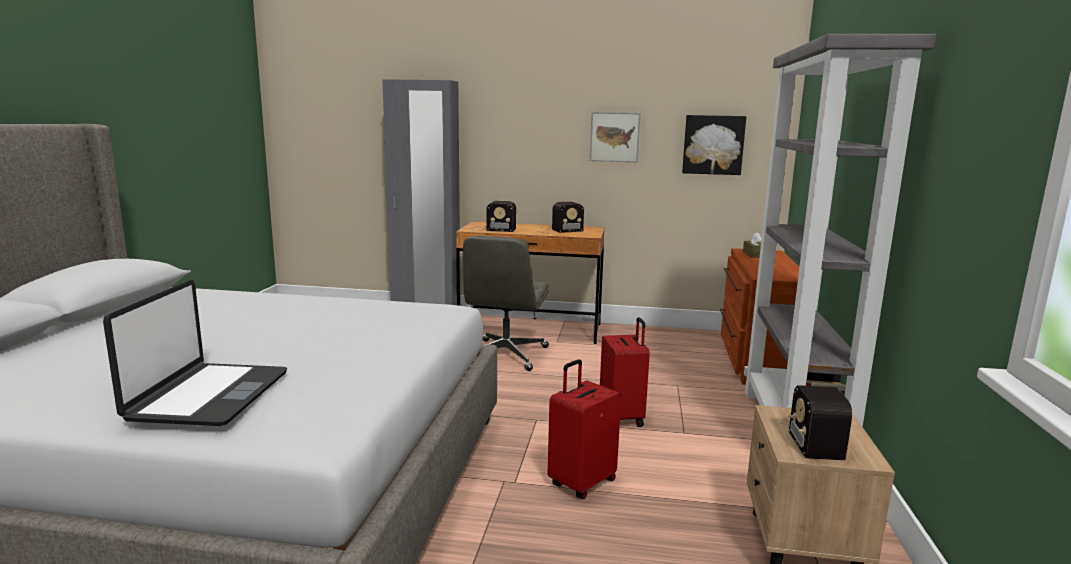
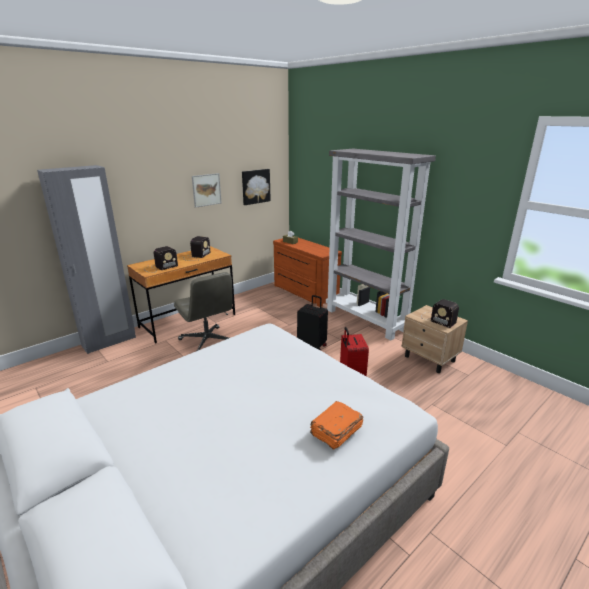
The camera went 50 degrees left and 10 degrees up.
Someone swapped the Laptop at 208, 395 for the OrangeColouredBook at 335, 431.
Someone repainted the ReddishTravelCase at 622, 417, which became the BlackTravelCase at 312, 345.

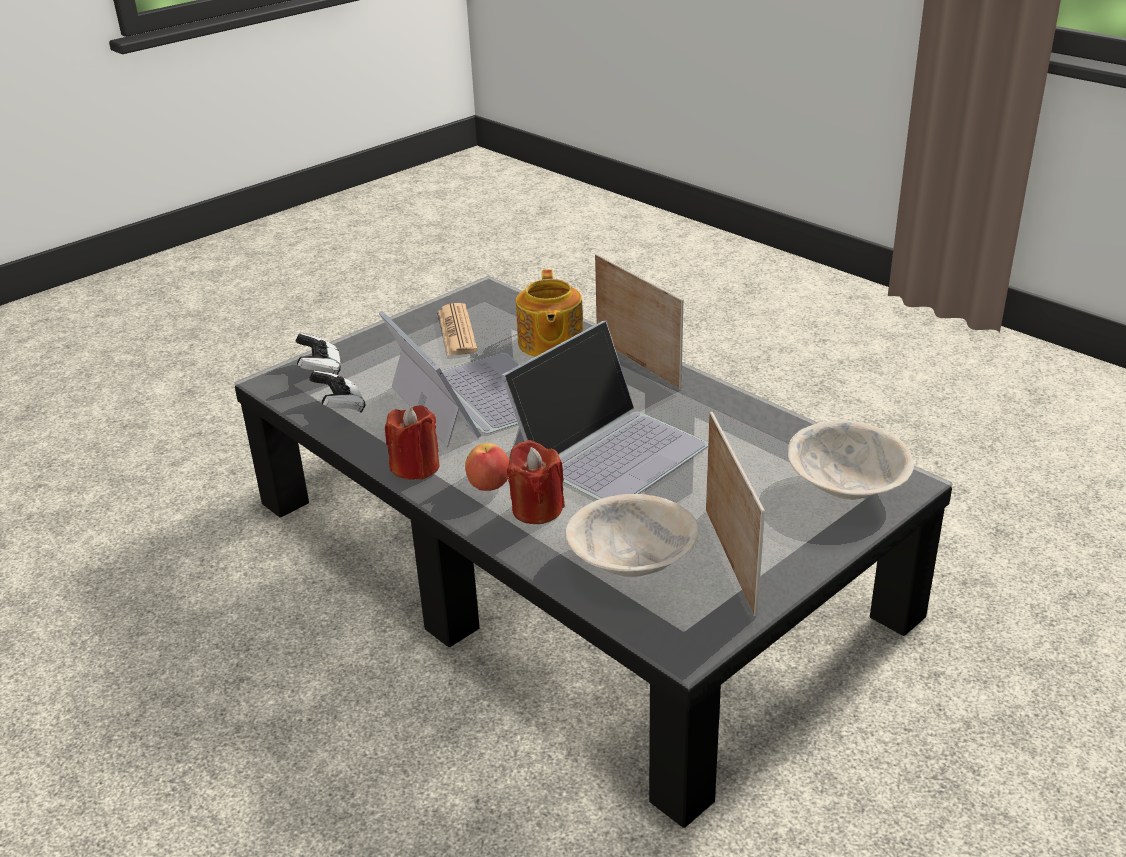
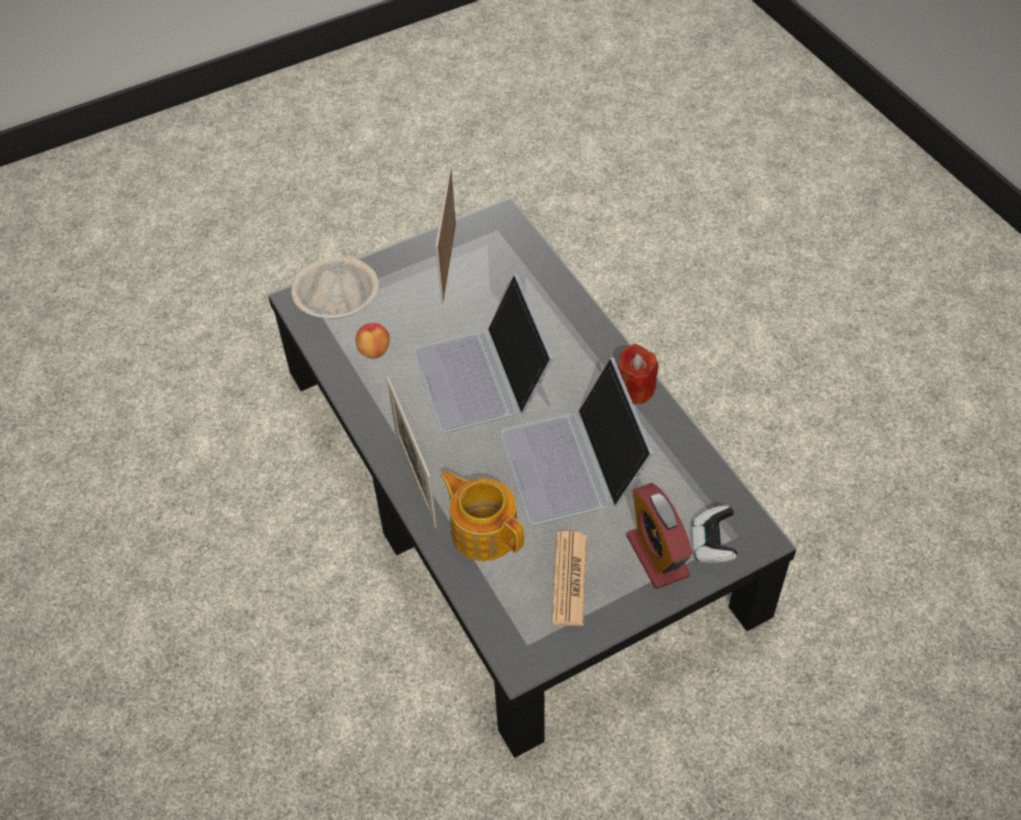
The camera went 165 degrees left and 20 degrees up.
Someone rotated the TeaPot at 549, 343 by 60 degrees counterclockwise.
Someone rotated the Laptop at 608, 447 by 75 degrees counterclockwise.
Someone took away the GameController at 340, 407.
Someone took away the ReddishWaxCandle at 537, 509.
Someone carried the WholeApple from 489, 485 to 374, 351.
Someone took away the BeigeColouredBowl at 631, 562.
Someone put down the TableClock at 657, 556.

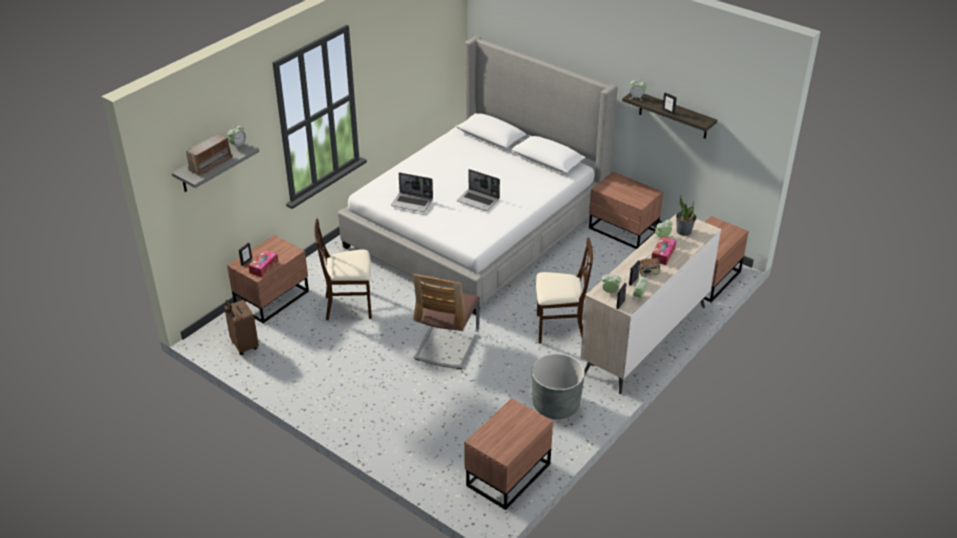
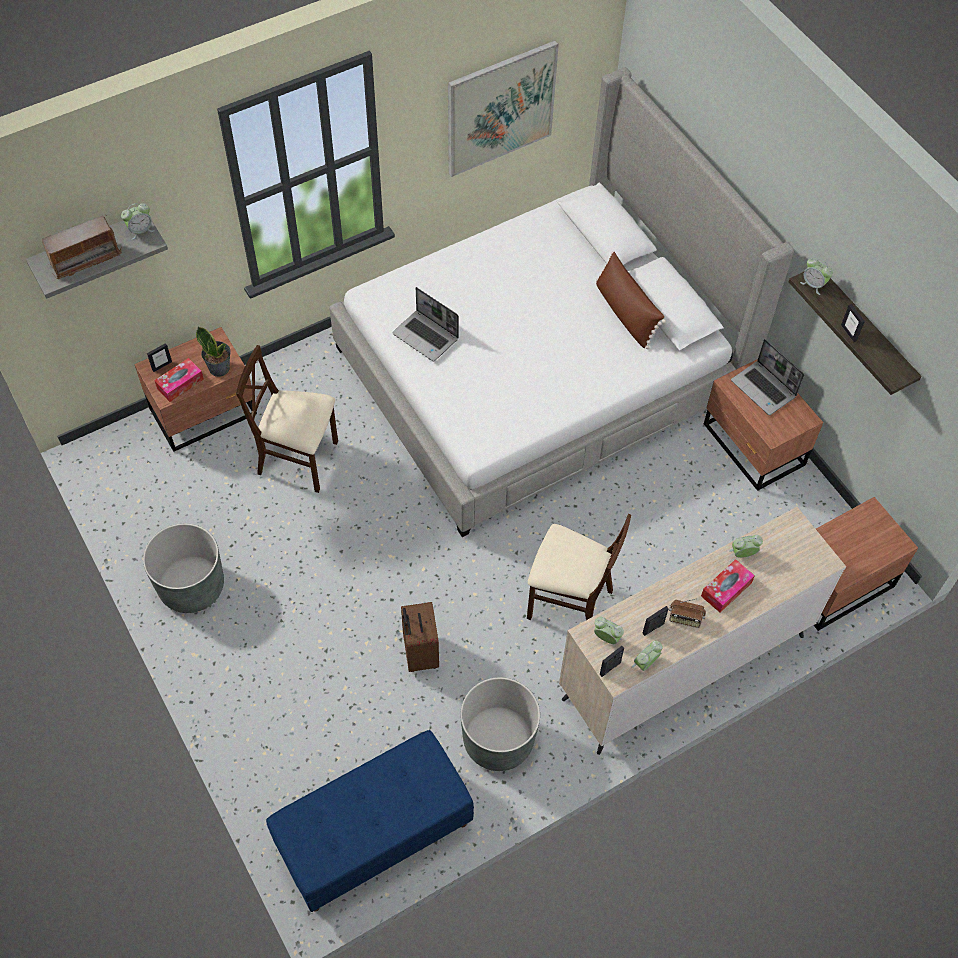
The camera went 20 degrees right and 20 degrees up.
Someone carried the Laptop from 478, 201 to 764, 389.
Someone carried the PottedPlant from 683, 231 to 219, 368.
Someone took away the UprightChair at 446, 345.
Someone carried the BrownColouredTravelCase from 243, 346 to 419, 653.
Someone swapped the BrownColouredBedsideTable at 506, 475 for the BluishBench at 374, 836.
Someone put up the Picture at 500, 108.
Someone put down the BrownColouredPillow at 625, 313.
Someone put down the GrayPlantPot at 192, 586.

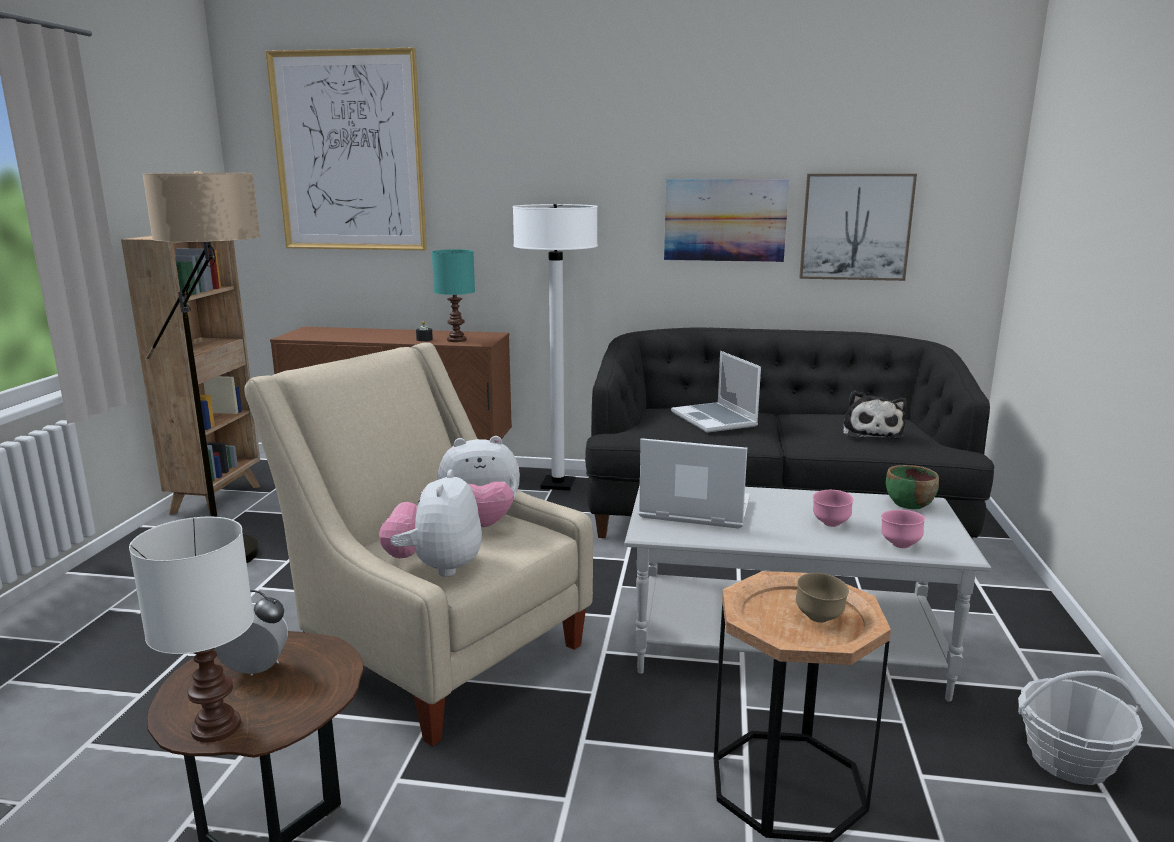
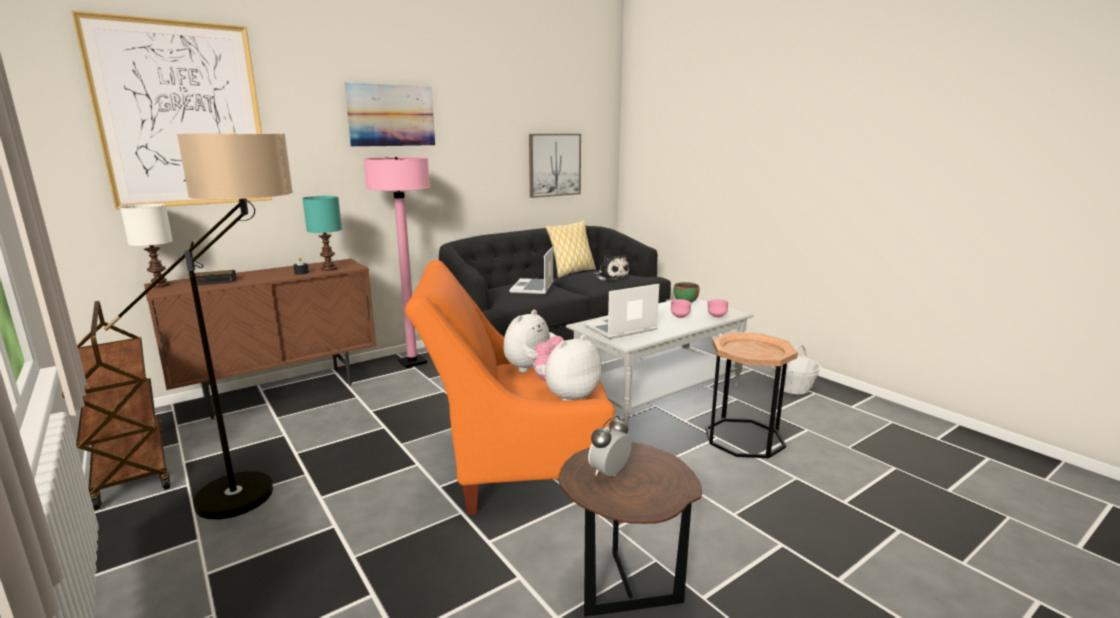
The camera went 45 degrees left and 0 degrees up.
Someone carried the Picture from 725, 220 to 391, 115.
Someone repainted the WhiteColouredFloorLamp at 558, 484, which became the PinkFloorLamp at 412, 362.
Someone swapped the BrownColouredShelvingUnit at 218, 498 for the BrownColouredTrolley at 130, 466.
Someone repainted the BeigeColouredArmchair at 436, 650, which became the OrangeColouredArmchair at 516, 468.
Someone rotated the Laptop at 715, 420 by 75 degrees clockwise.
Someone rotated the PlushToy at 436, 567 by 90 degrees clockwise.
Someone carried the WhiteColouredLampForATable from 214, 727 to 159, 285.
Someone took away the BrownColouredBowl at 819, 619.
Someone put down the Pillow at 572, 273.
Someone put down the TableClock at 215, 281.

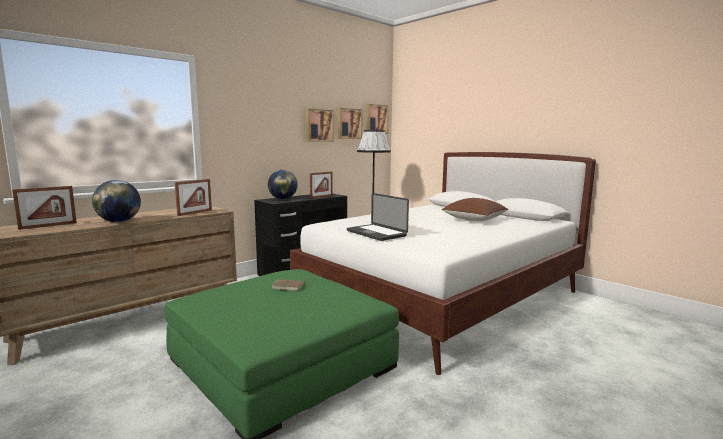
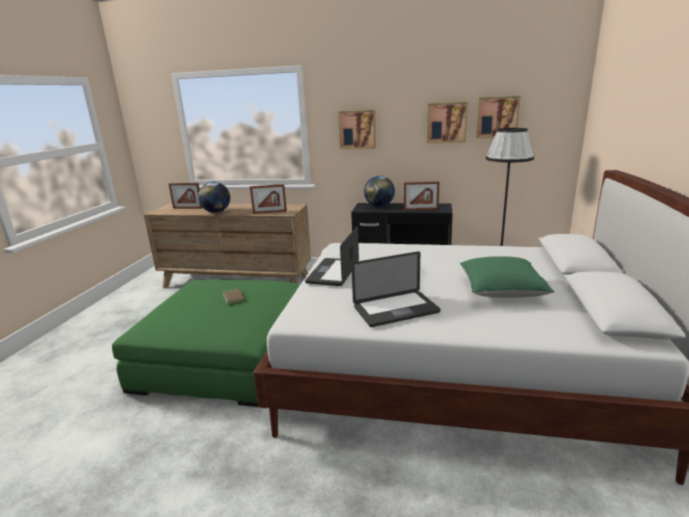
The camera went 55 degrees right and 10 degrees up.
Someone carried the Picture from 376, 119 to 357, 129.
Someone repainted the BrownColouredPillow at 474, 220, which became the GreenPillow at 501, 291.
Someone put down the Laptop at 396, 310.

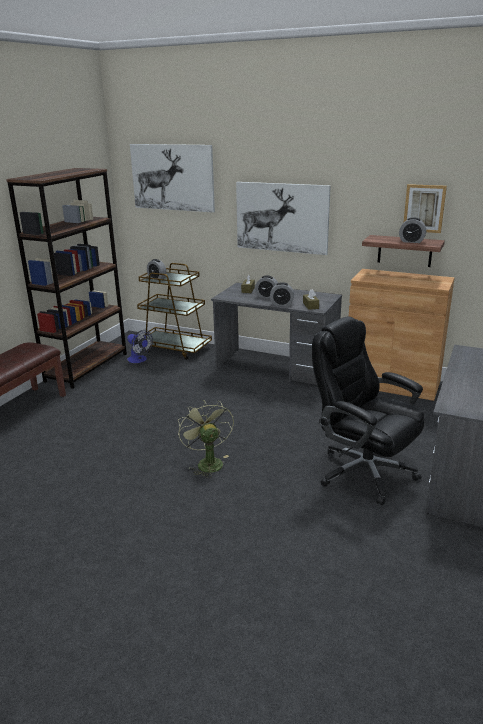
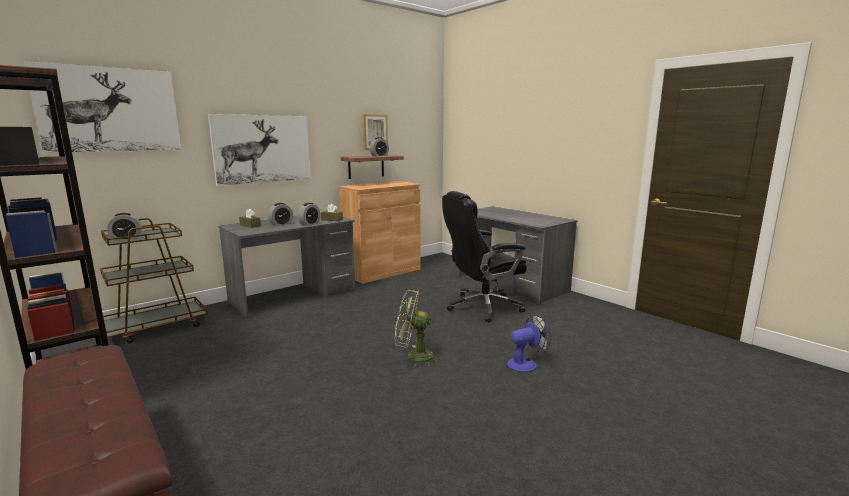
The camera went 65 degrees left and 10 degrees down.
Someone carried the ElectricFan from 139, 360 to 526, 363.

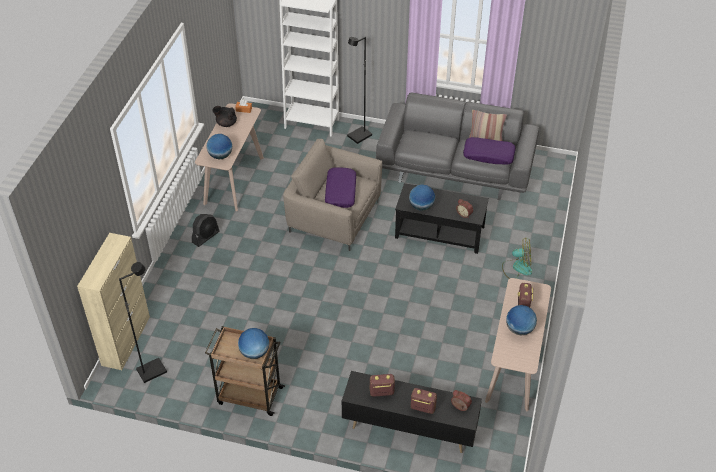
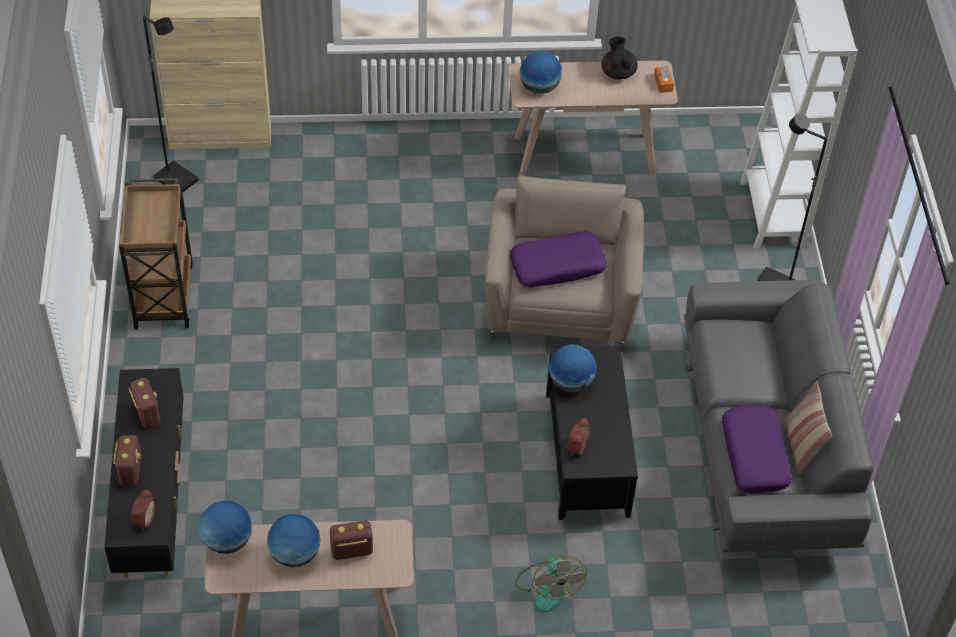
The camera went 70 degrees right and 5 degrees up.
Someone took away the BlackElectricFan at 205, 237.
Someone carried the Globe from 254, 353 to 227, 541.

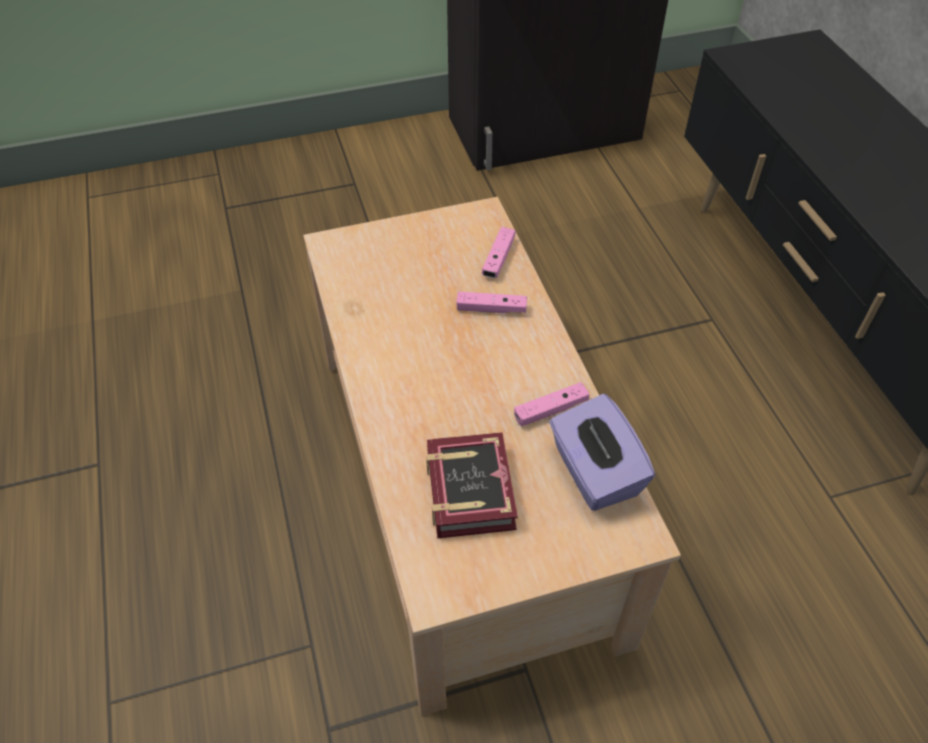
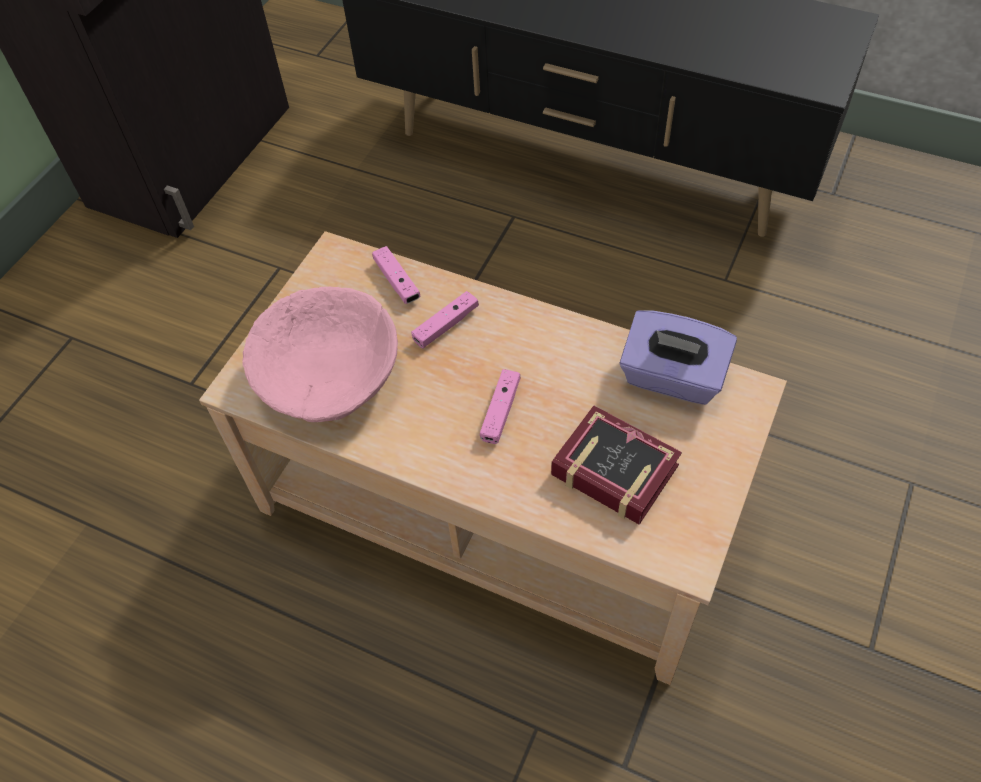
The camera went 45 degrees left and 5 degrees up.
Someone carried the PinkGameController from 550, 410 to 500, 411.
Someone put down the PinkBowl at 328, 373.

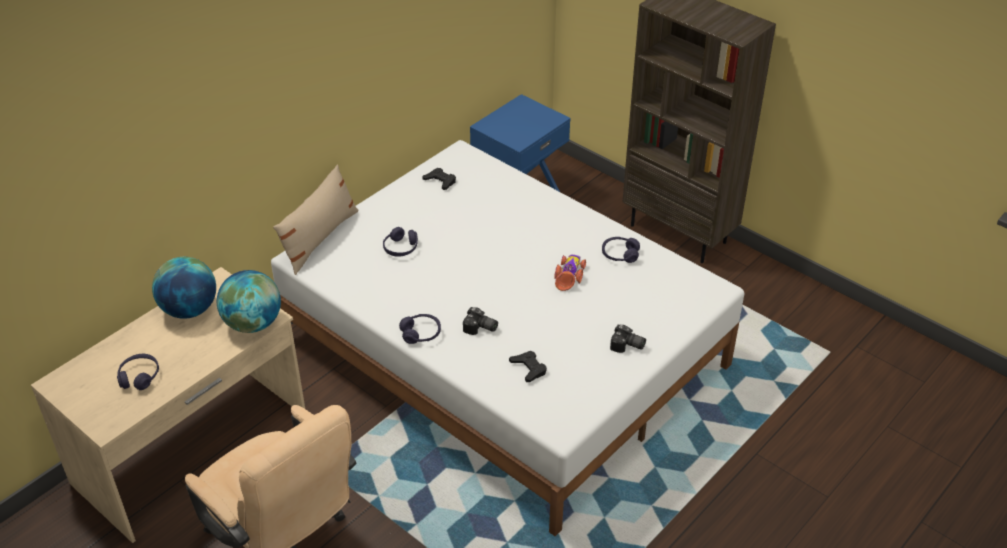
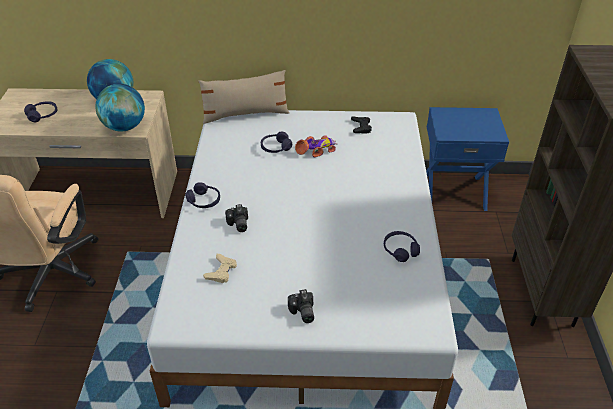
The camera went 50 degrees right and 0 degrees up.
Someone carried the ToyCar from 569, 275 to 316, 150.
Someone repainted the BlackGameController at 529, 368, which became the BeigeColouredGameController at 221, 271.

